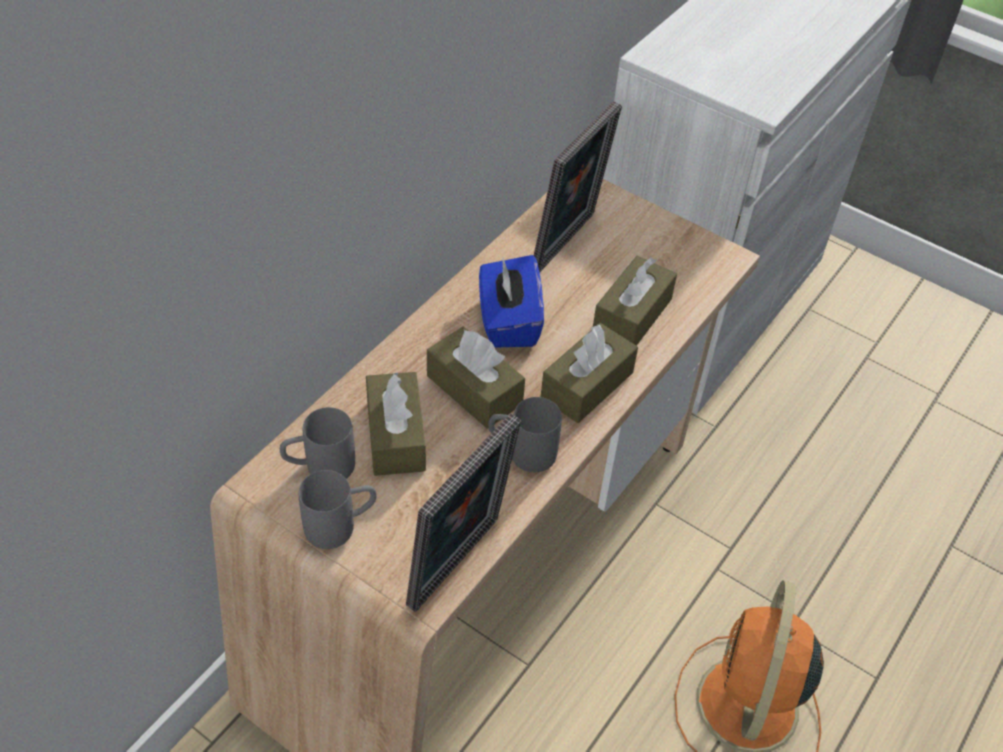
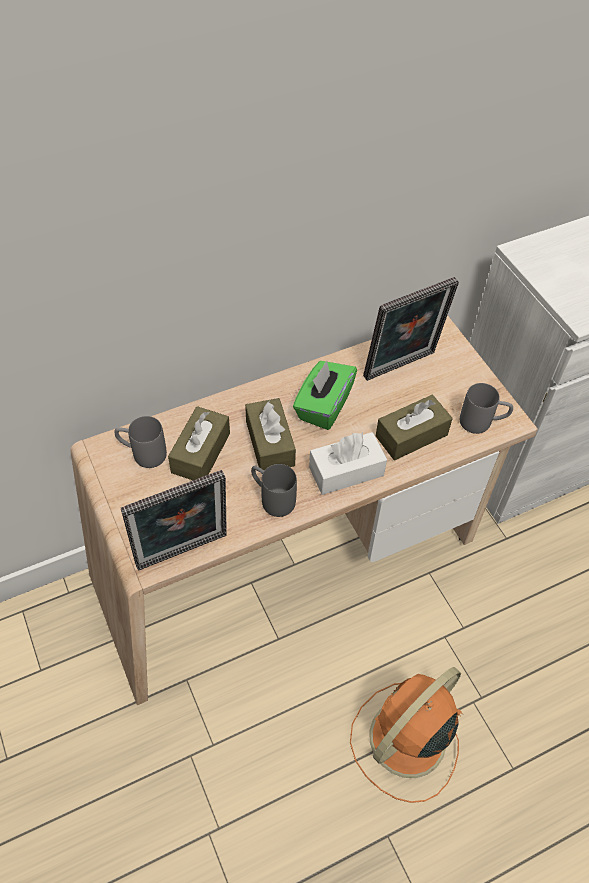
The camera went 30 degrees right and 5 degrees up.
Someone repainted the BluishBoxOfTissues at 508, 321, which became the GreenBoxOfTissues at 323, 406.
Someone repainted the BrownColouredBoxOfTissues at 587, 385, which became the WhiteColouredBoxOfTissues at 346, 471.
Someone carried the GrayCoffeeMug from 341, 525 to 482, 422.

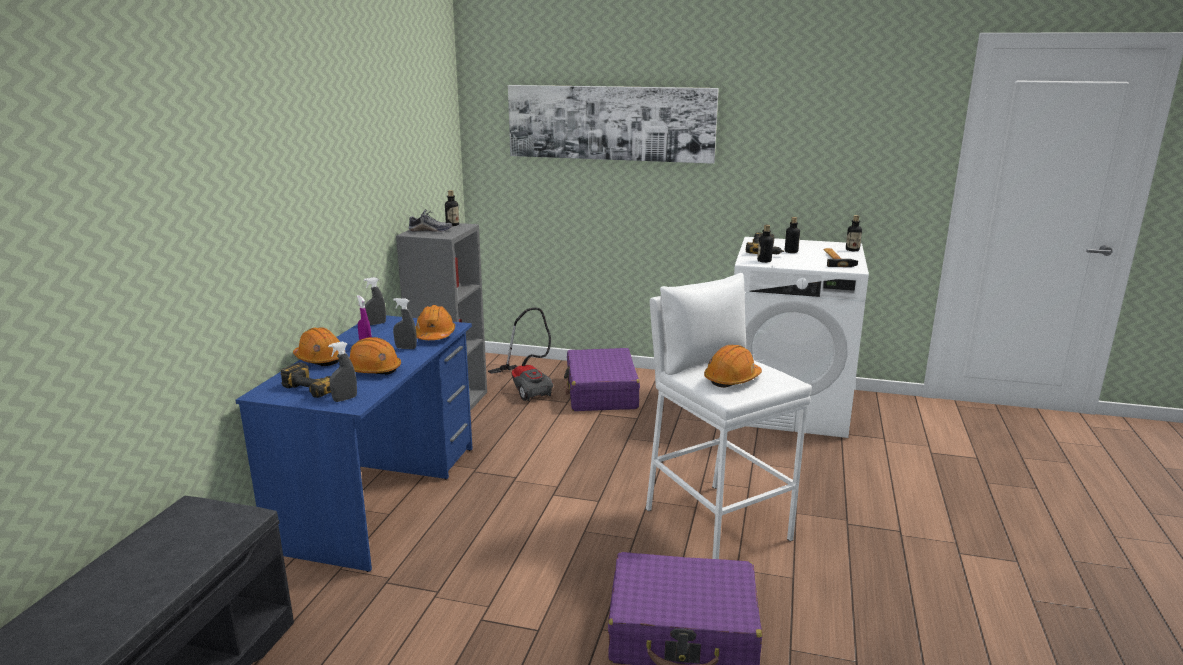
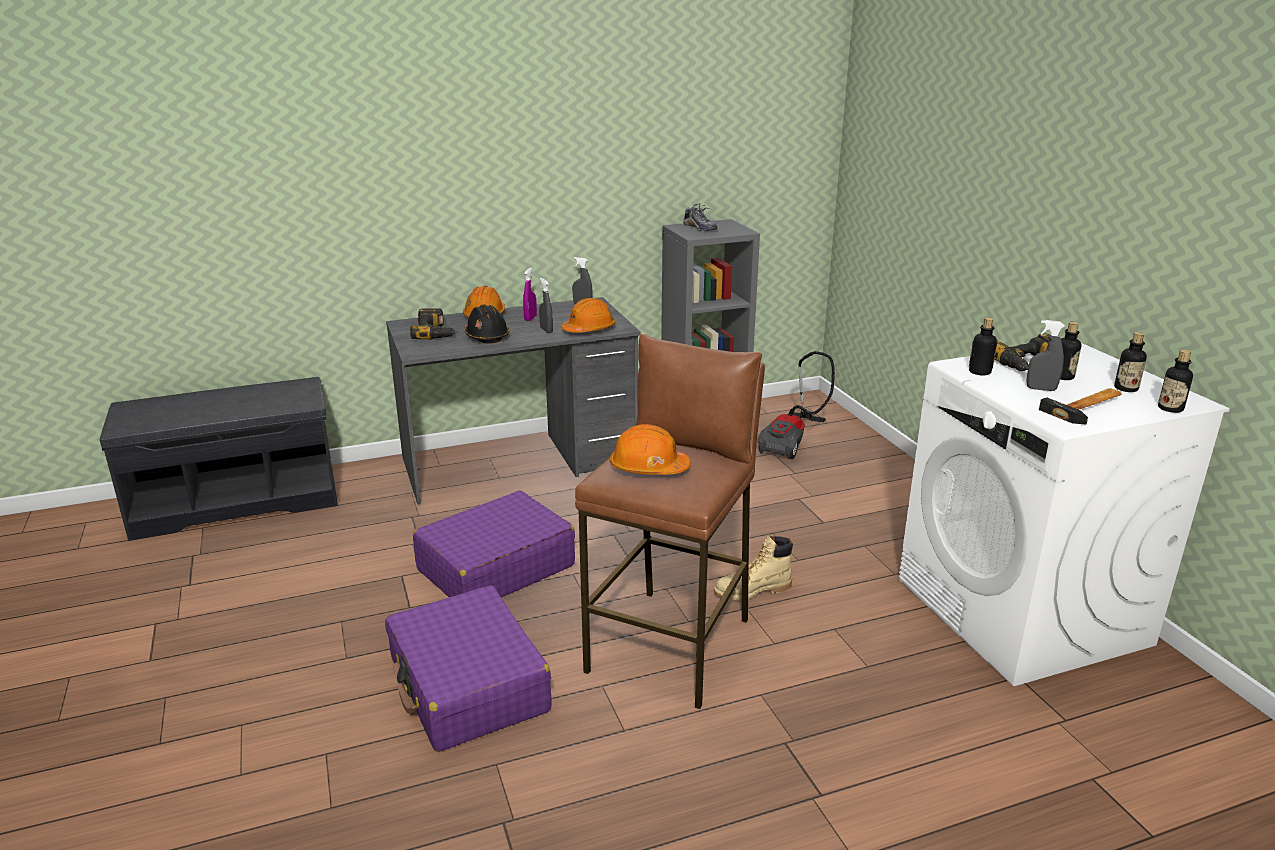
The camera went 55 degrees right and 5 degrees up.
Someone took away the Picture at 610, 123.
Someone carried the BeverageBottle from 452, 225 to 1126, 388.
Someone repainted the WhiteColouredStool at 716, 524, which became the BrownColouredStool at 671, 645.
Someone repainted the BluishDeskTable at 380, 496, which became the GrayDeskTable at 519, 463.
Someone repainted the OrangeColouredHardHat at 372, 370, which became the BlackHardHat at 486, 336.
Someone carried the GraySprayer from 345, 399 to 1041, 389.
Someone carried the PurpleColouredTravelCase from 601, 393 to 495, 568.
Someone put down the BeigeColouredHighTopBoot at 752, 591.

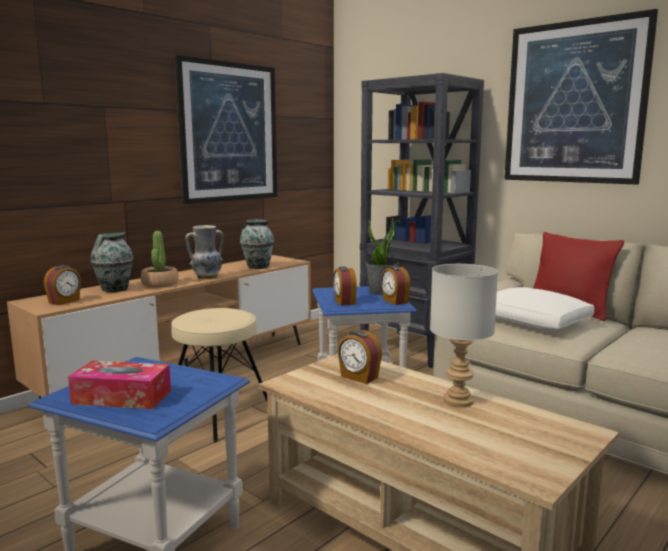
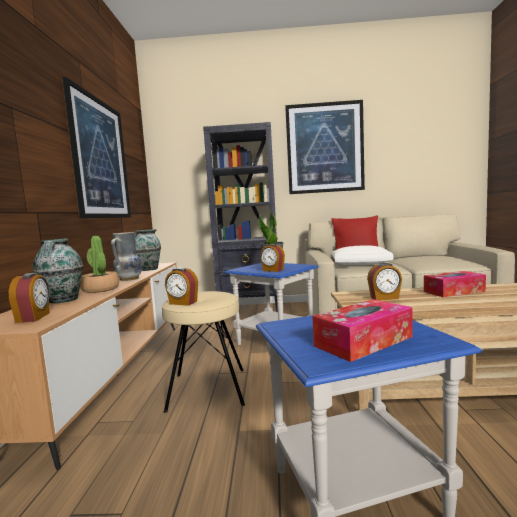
The camera went 40 degrees left and 5 degrees down.
Someone swapped the GrayLampForATable at 457, 401 for the BoxOfTissues at 453, 291.
Someone carried the TableClock from 394, 301 to 183, 303.

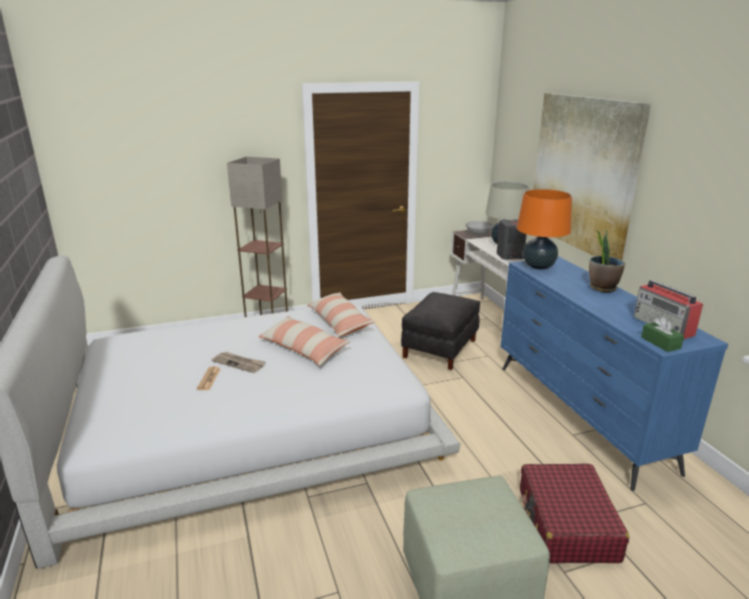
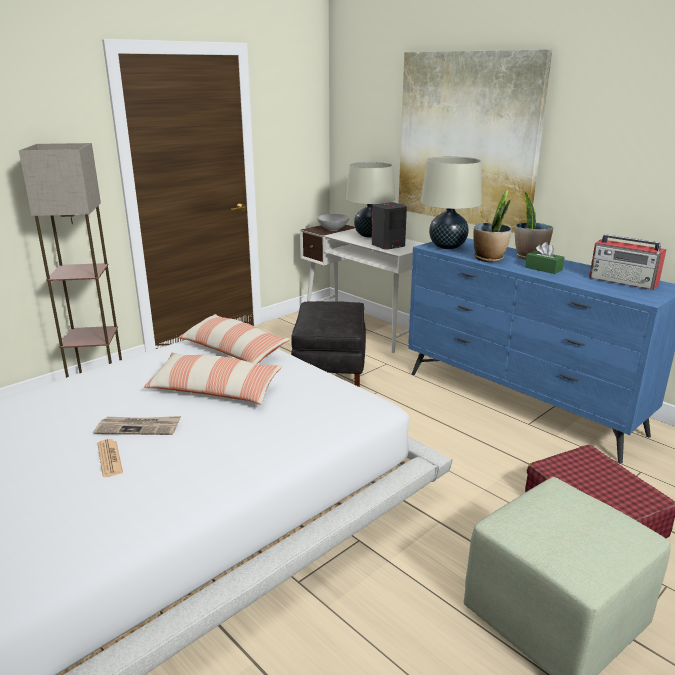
The camera went 25 degrees left and 0 degrees up.
Someone repainted the OrangeColouredLampForATable at 538, 266, which became the BeigeColouredLampForATable at 447, 247.
Someone carried the GreenBoxOfTissues from 660, 343 to 543, 268.
Someone put down the PottedPlant at 489, 258.

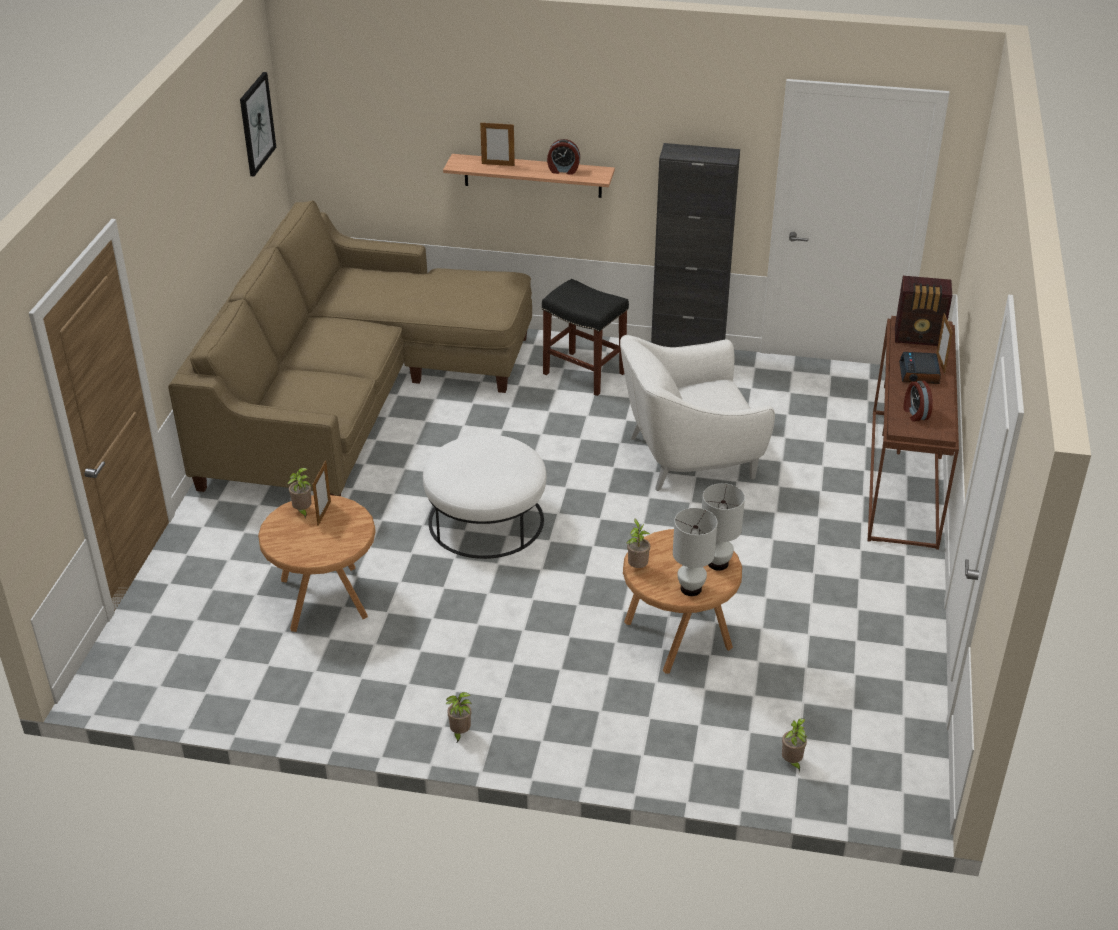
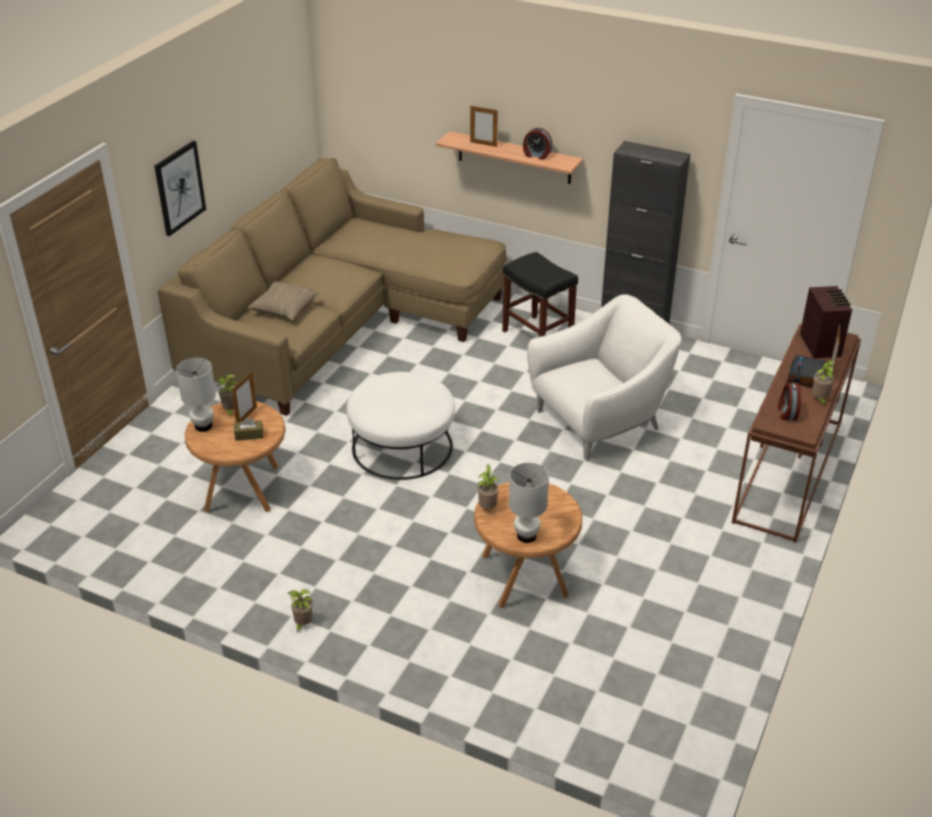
The camera went 15 degrees right and 0 degrees up.
Someone carried the Picture from 256, 124 to 179, 188.
Someone rotated the RadioSet at 919, 337 by 120 degrees counterclockwise.
Someone rotated the WhiteColouredArmchair at 689, 456 by 150 degrees clockwise.
Someone carried the WhiteColouredLampForATable from 718, 563 to 204, 426.
Someone carried the PottedPlant from 792, 762 to 819, 400.
Someone put down the BeigeColouredPillow at 284, 309.
Someone put down the BrownColouredBoxOfTissues at 249, 435.

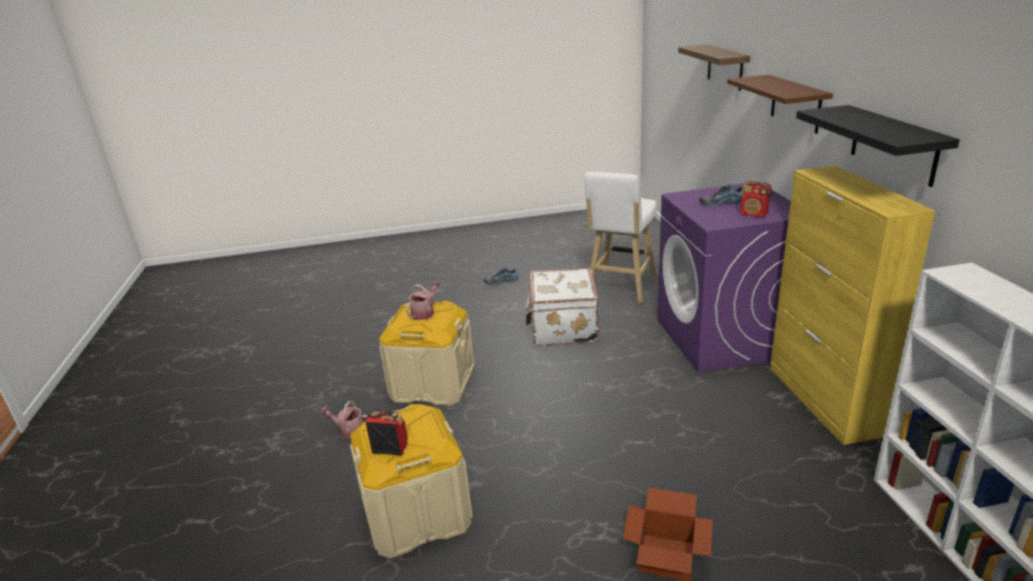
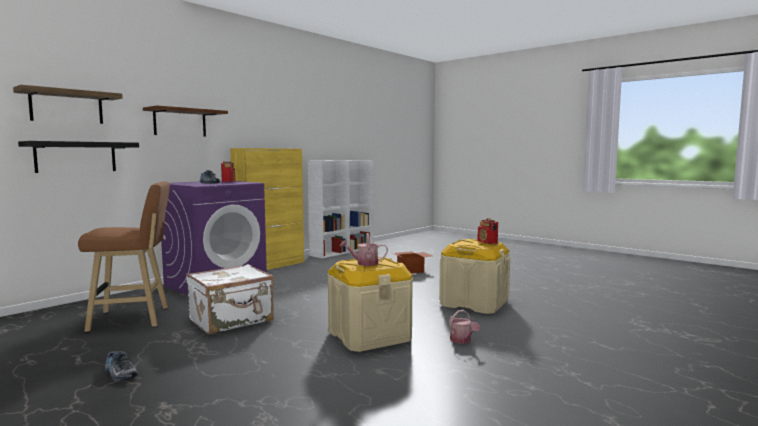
The camera went 130 degrees left and 20 degrees down.
Someone carried the BlackShelf from 893, 145 to 76, 157.
Someone repainted the WhiteColouredStool at 620, 288, which became the BrownColouredStool at 133, 318.

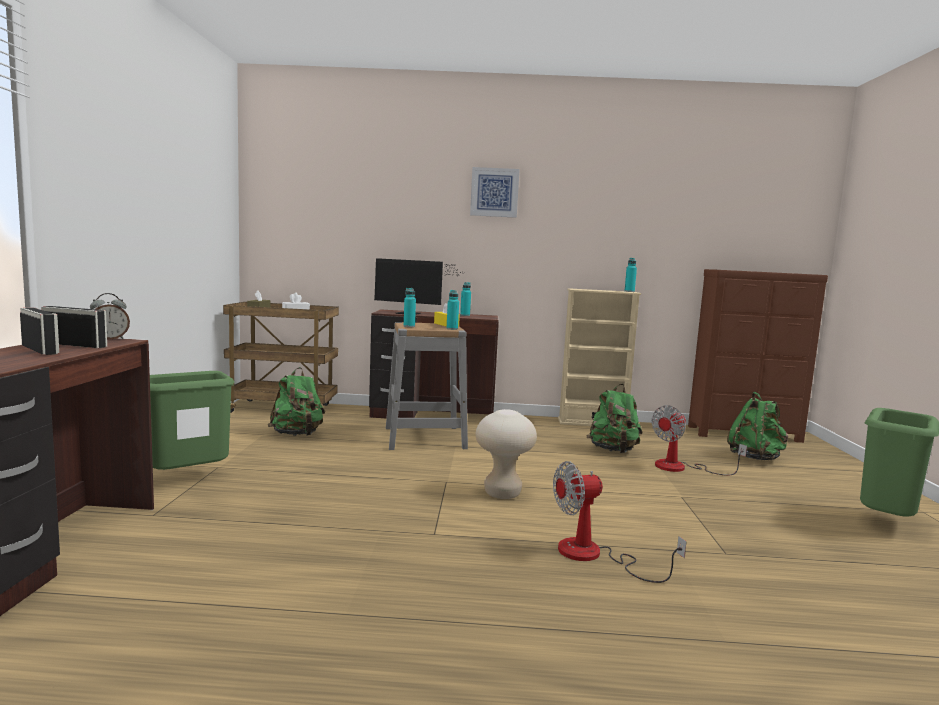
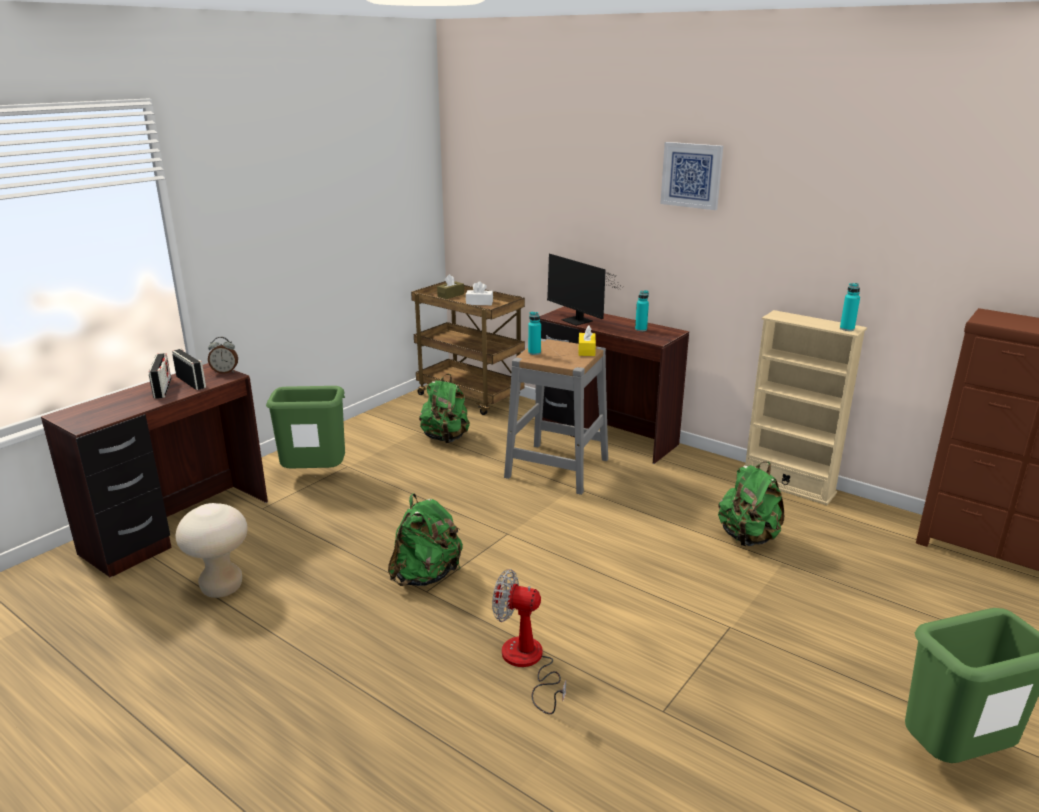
The camera went 35 degrees right and 15 degrees up.
Someone took away the TurquoiseColouredBeverageBottle at 452, 329.
Someone carried the GreenKnapsack from 756, 458 to 426, 576.
Someone took away the ElectricFan at 681, 468.
Someone carried the BeigeColouredStool from 502, 494 to 222, 588.

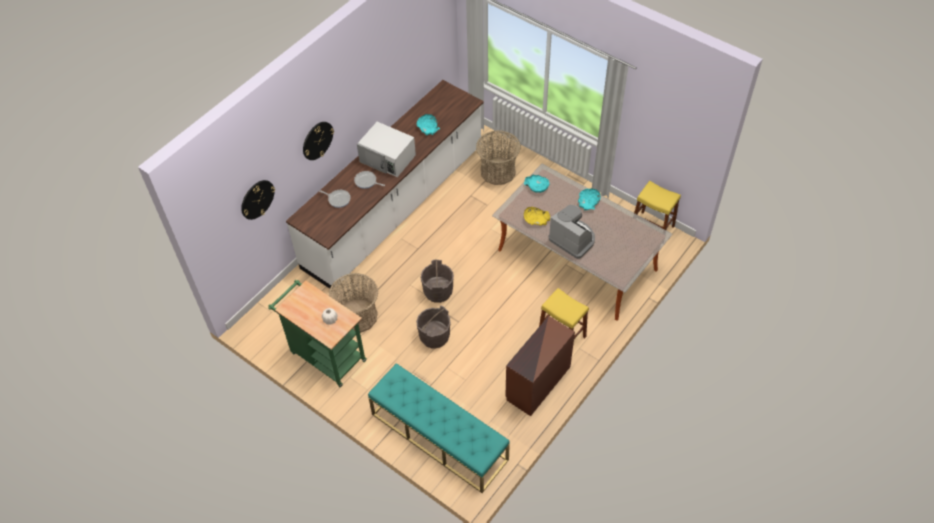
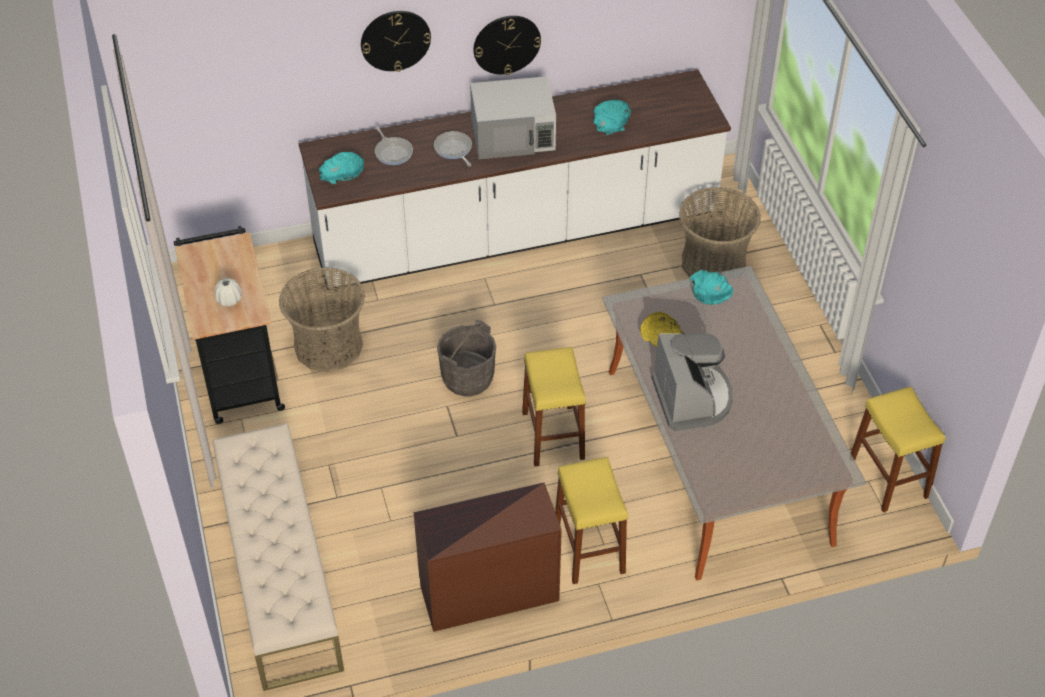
The camera went 35 degrees right and 5 degrees down.
Someone rotated the WhiteColouredMicrowaveOven at 388, 158 by 75 degrees counterclockwise.
Someone carried the ClockOnTheWall from 257, 199 to 506, 44.
Someone carried the TurquoiseColouredBowl from 588, 202 to 342, 174.
Someone repainted the GreenTrolley at 325, 355, which became the BlackTrolley at 238, 370.
Someone took away the GrayBucket at 434, 336.
Someone repainted the TurquoiseColouredBench at 439, 436, which became the BeigeColouredBench at 280, 573.
Someone put down the YellowishStool at 553, 435.

